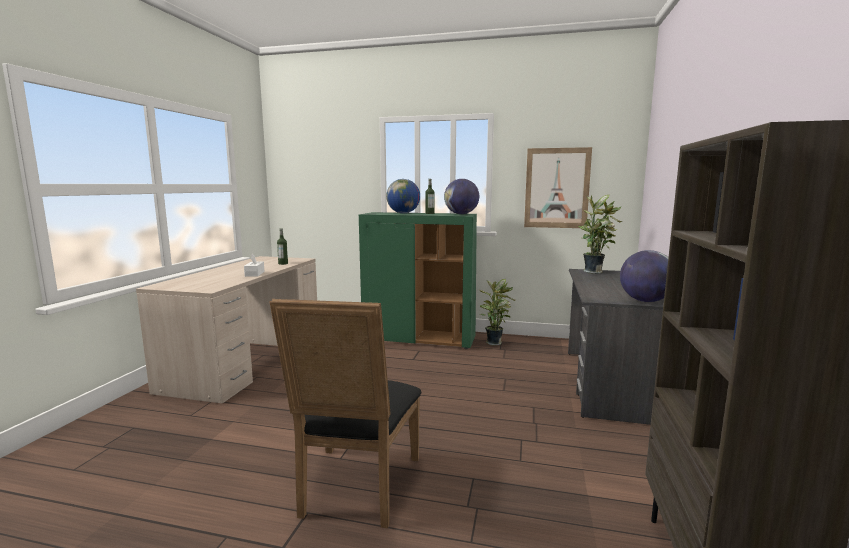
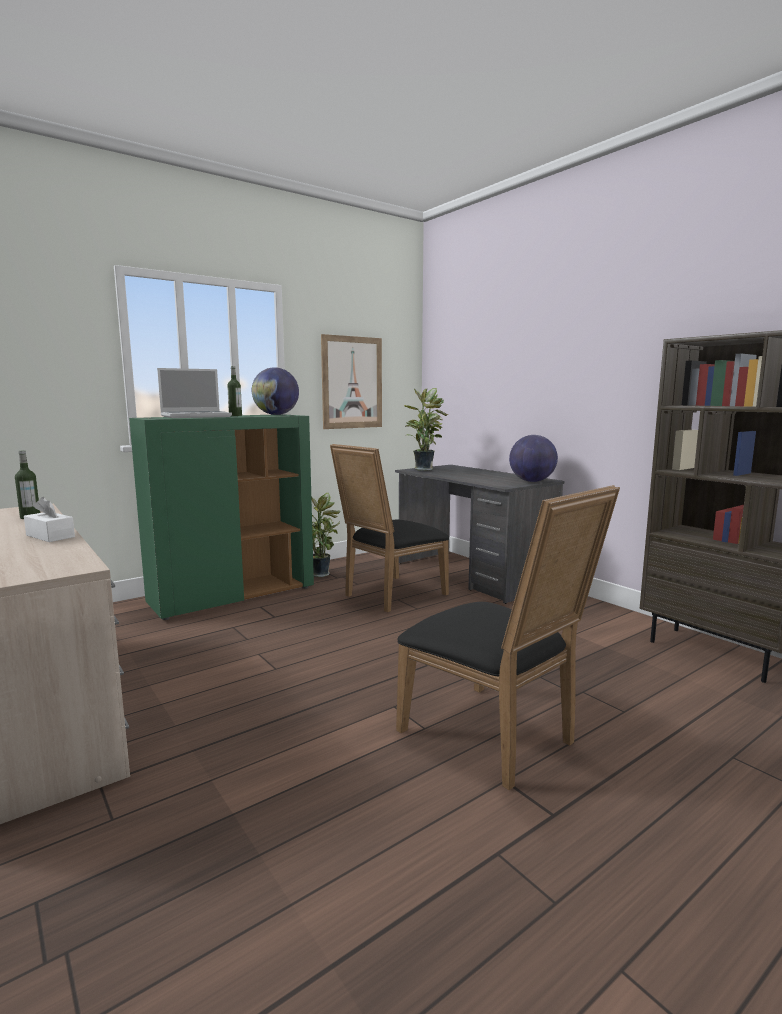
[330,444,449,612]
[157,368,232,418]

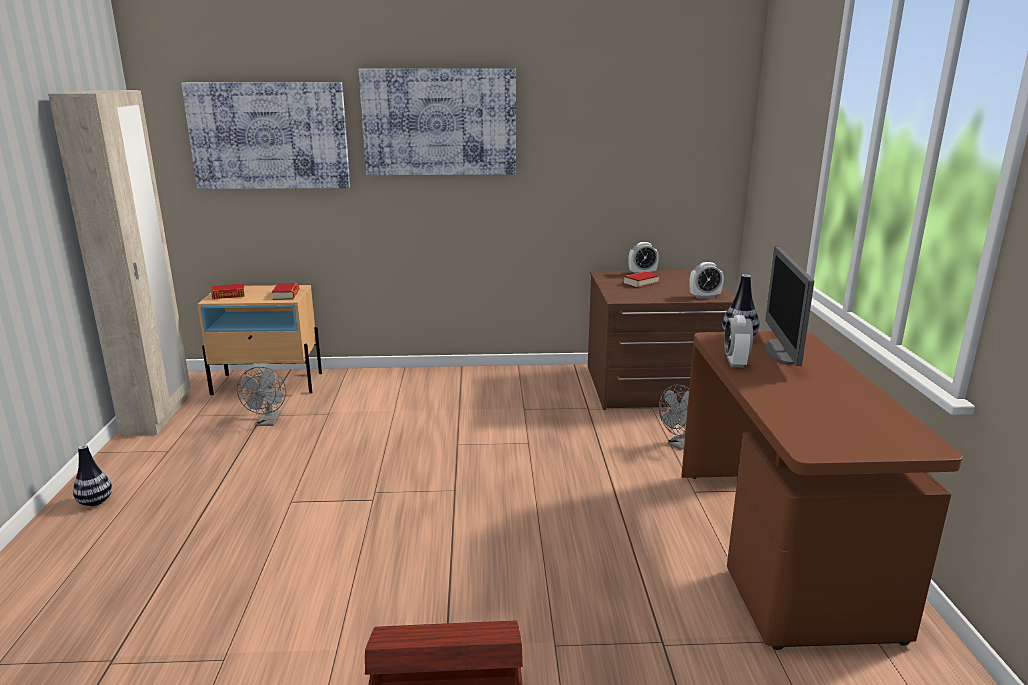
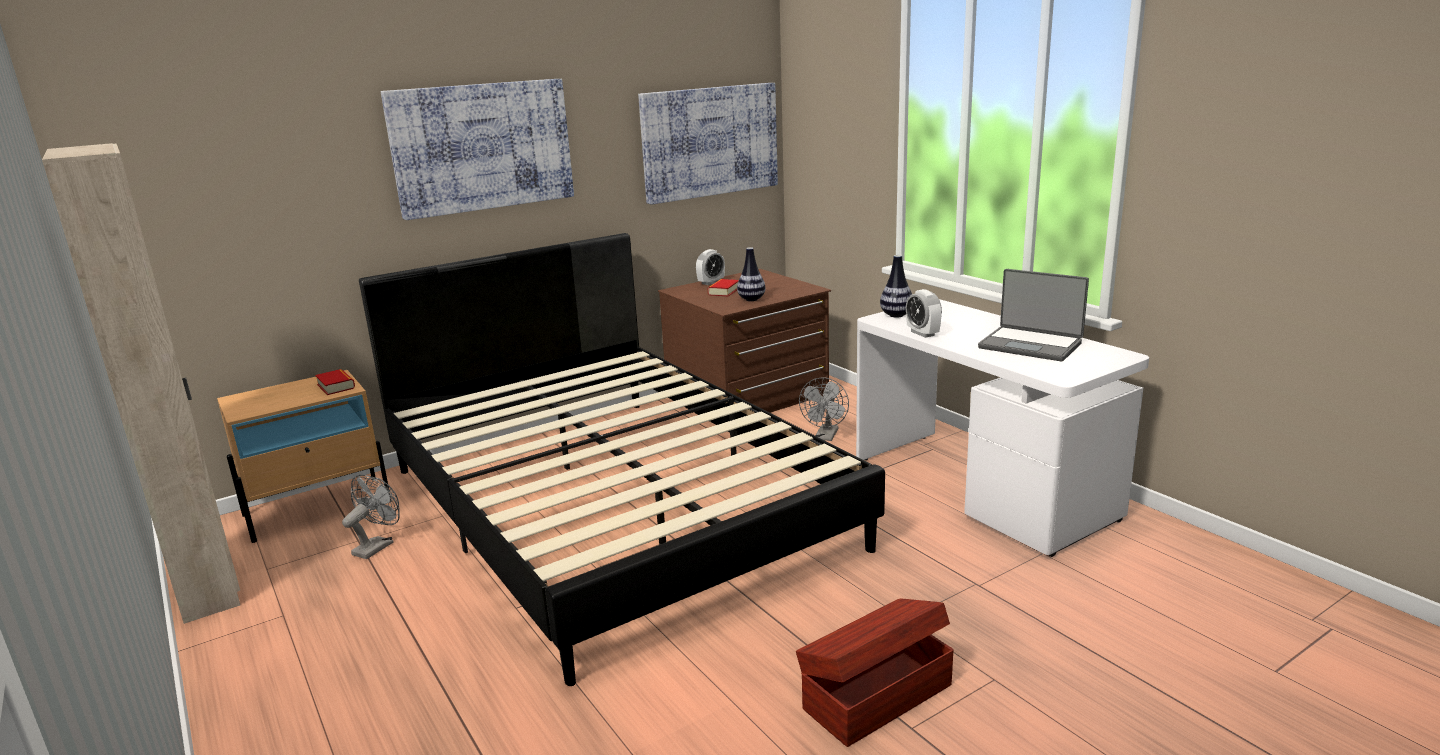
[211,284,245,299] (first image)
[689,262,724,299] (first image)
[765,247,814,366] (first image)
[359,233,885,686]
[978,269,1089,361]
[737,247,766,301]
[638,83,778,204]
[856,299,1149,557]
[342,475,400,559]

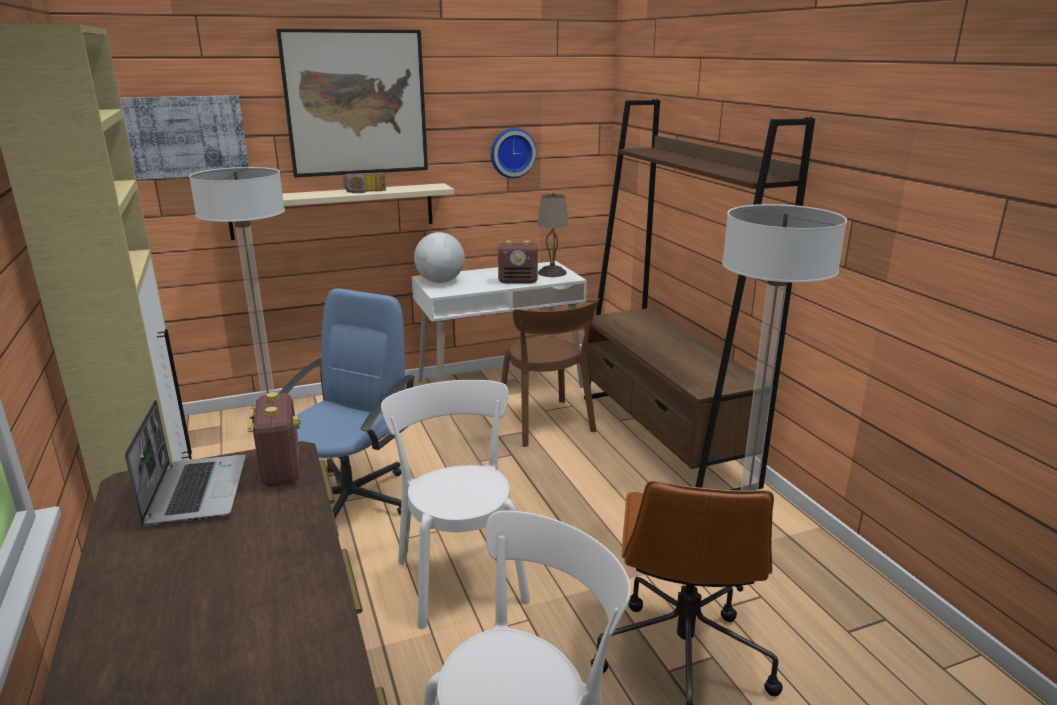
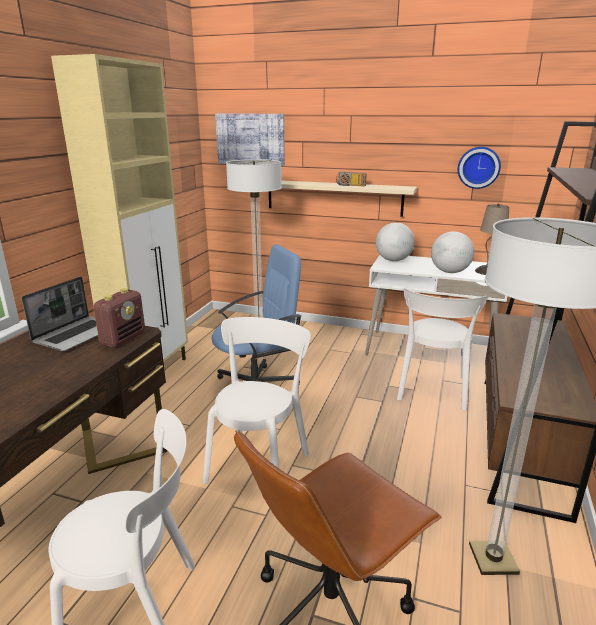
[276,29,428,178] (first image)
[431,231,474,273]
[397,288,487,410]

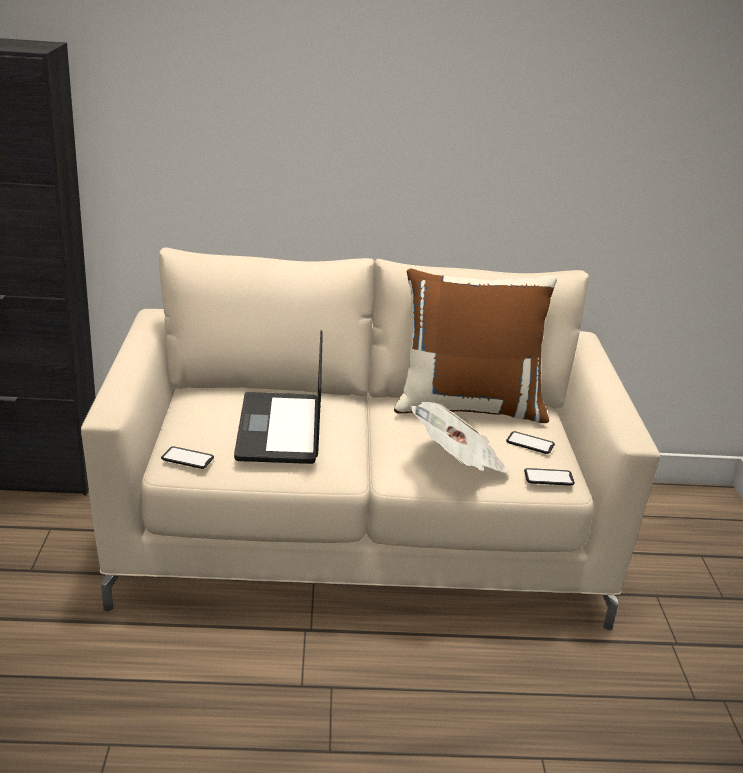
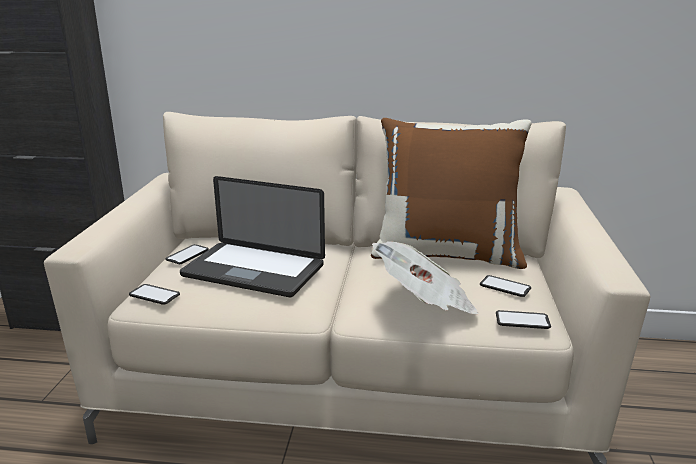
[165,244,209,264]
[180,176,325,297]

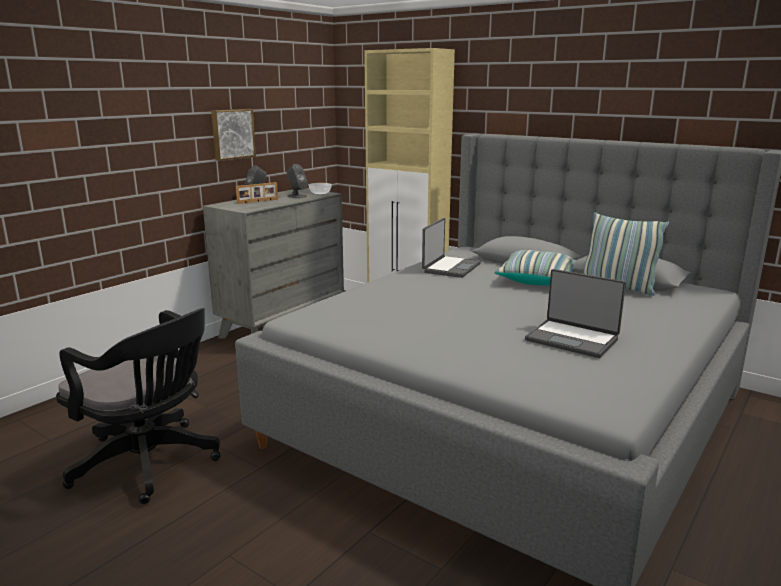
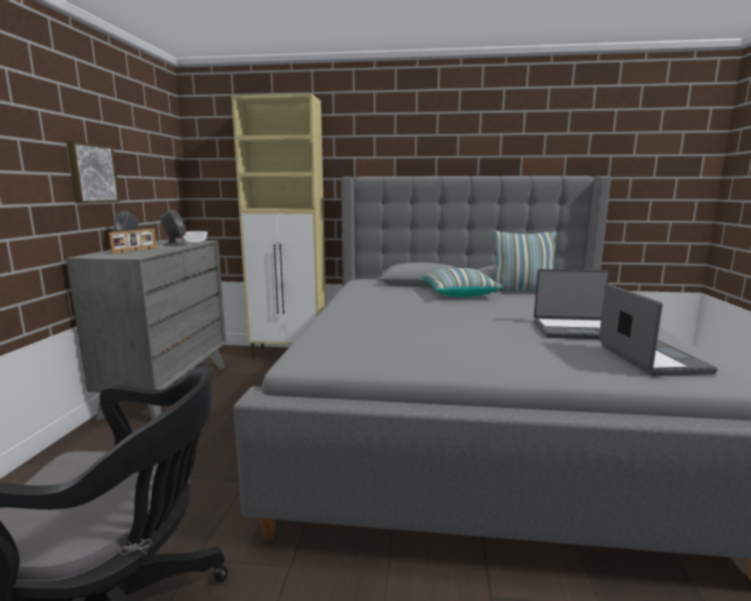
[599,284,718,376]

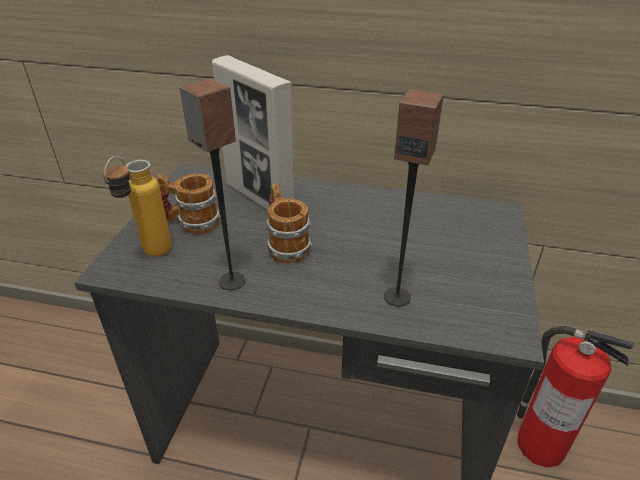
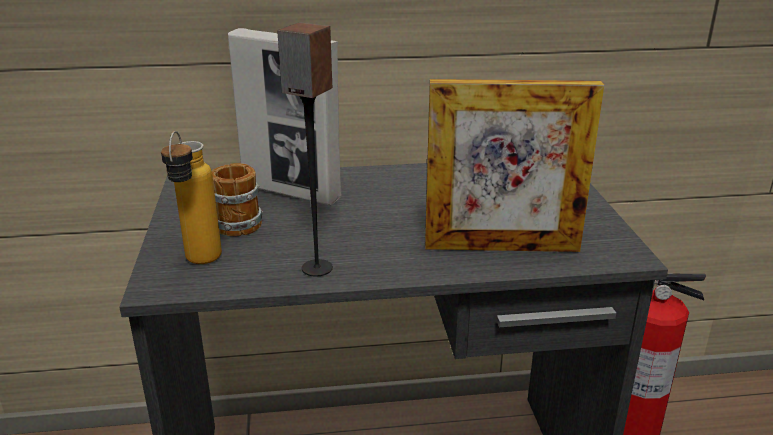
[266,184,312,264] (first image)
[425,79,604,252]

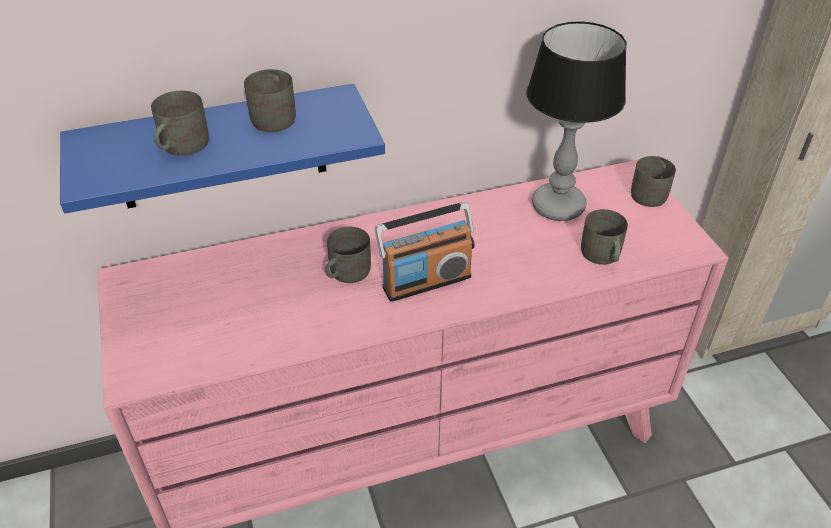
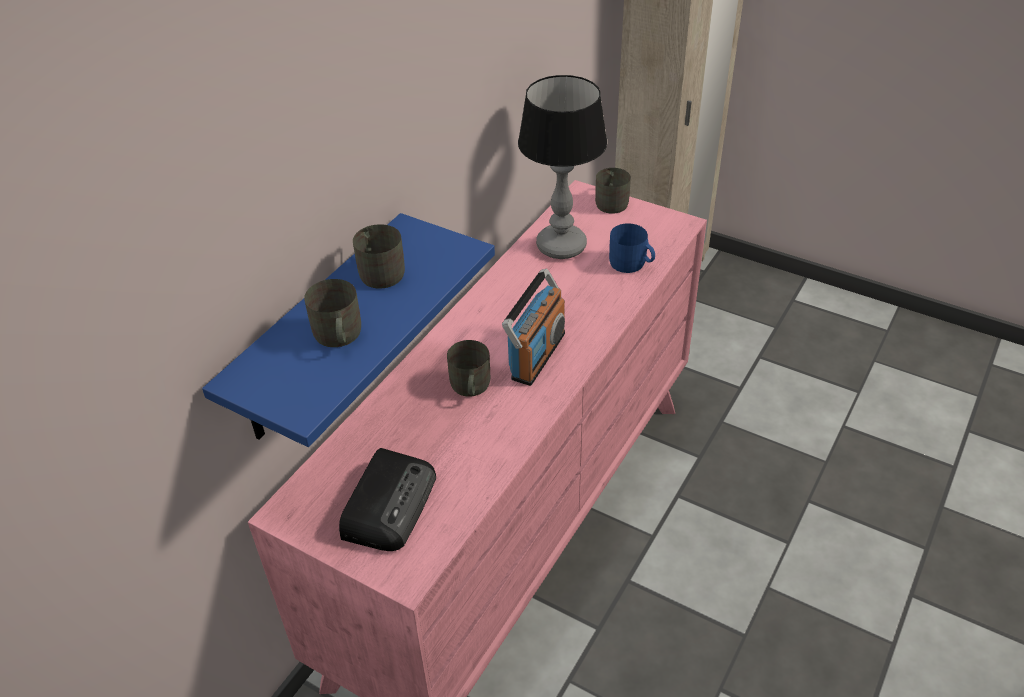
[339,448,436,551]
[609,223,655,273]

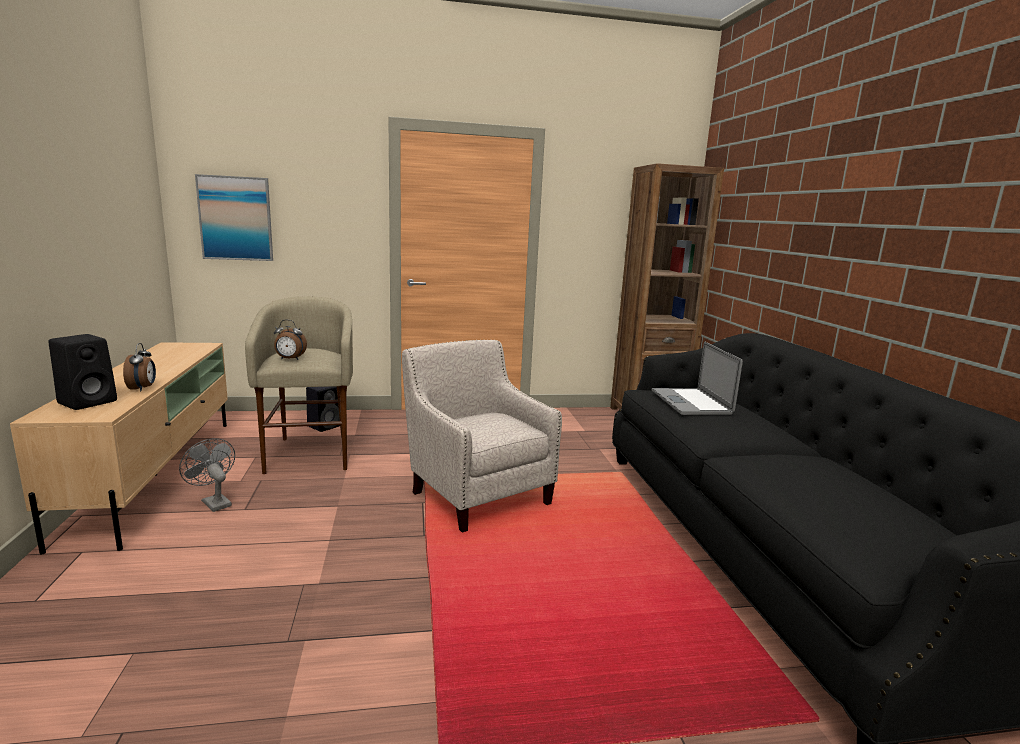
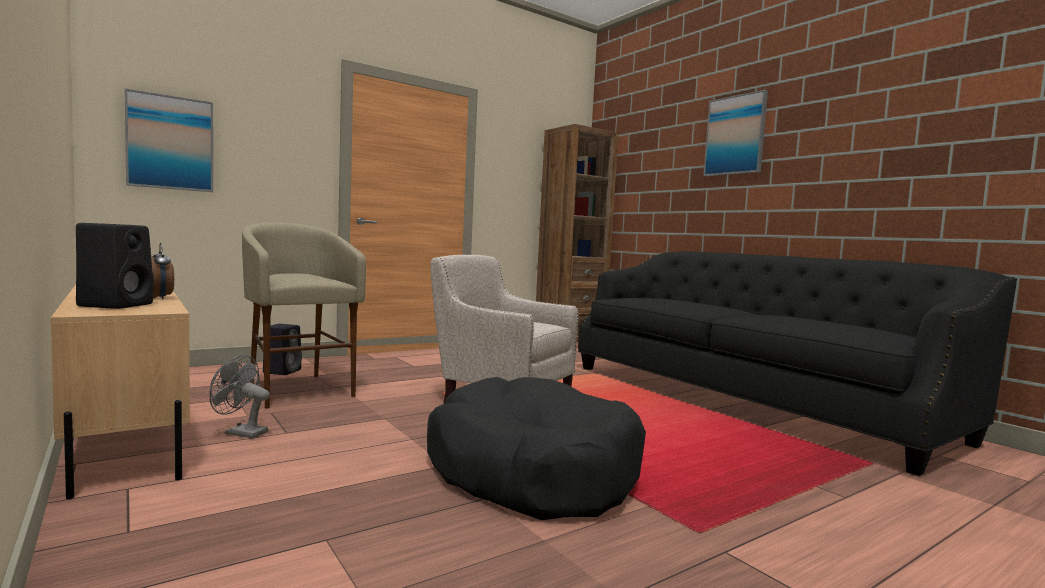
[274,320,307,360] (first image)
[652,342,743,415] (first image)
[427,377,646,520]
[703,90,768,176]

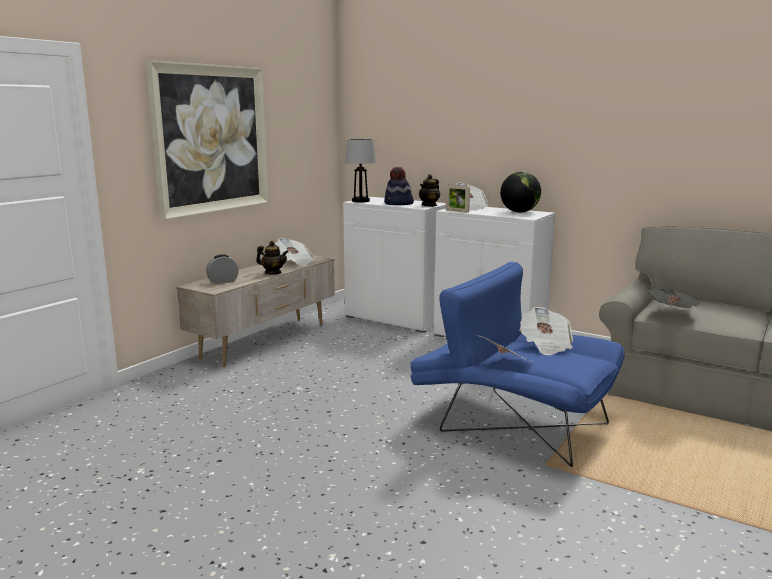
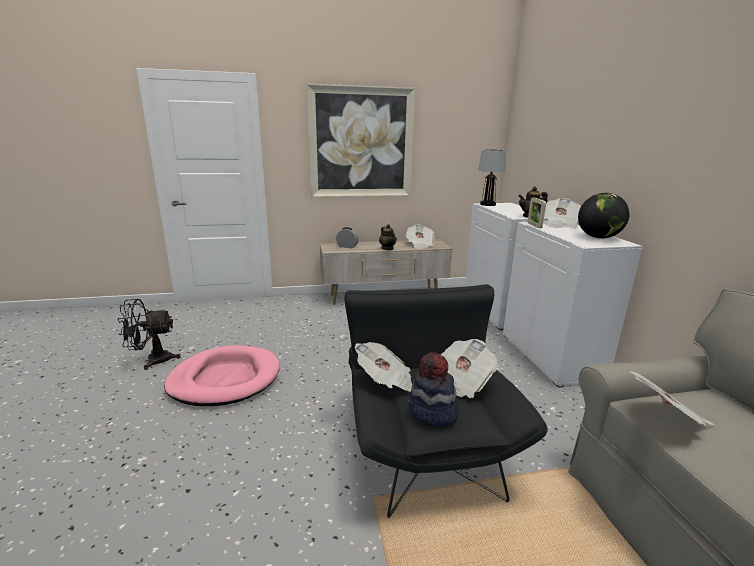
[118,299,181,370]
[164,346,280,406]
[408,352,458,427]
[345,284,548,518]

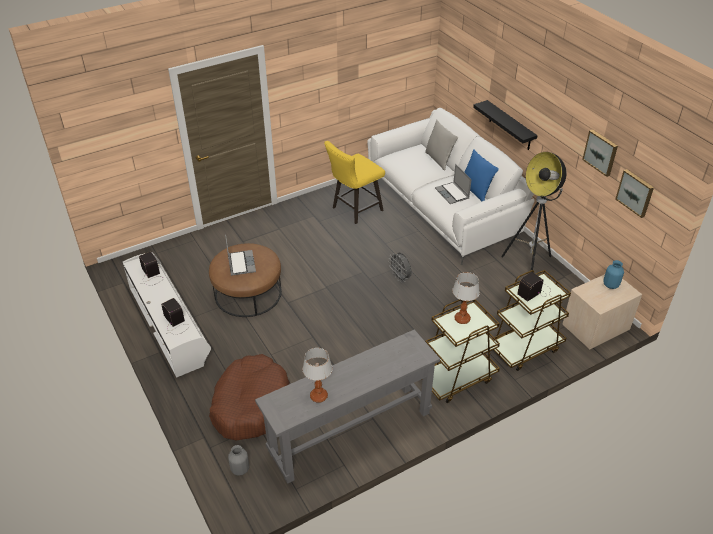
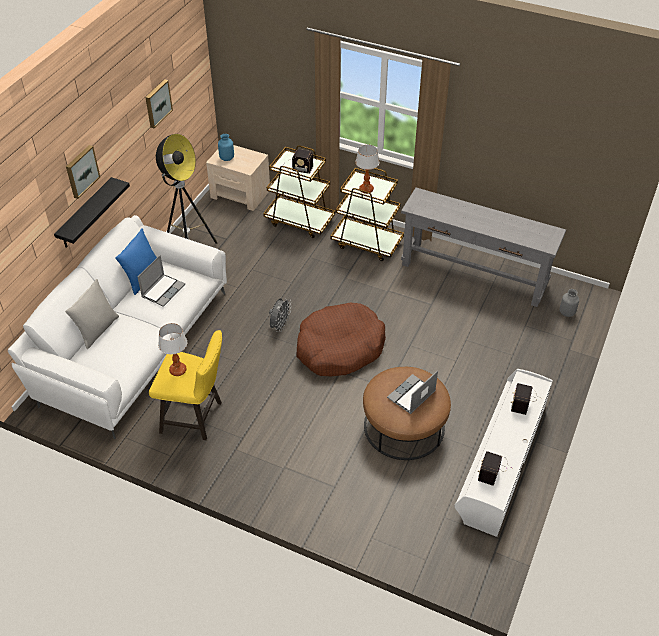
[296,302,386,376]
[158,323,187,376]
[66,145,100,199]

